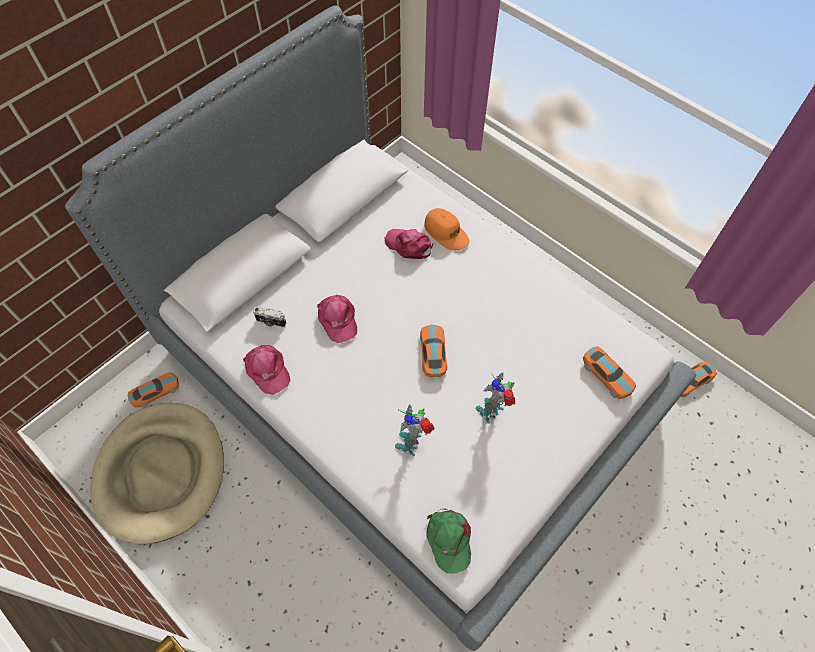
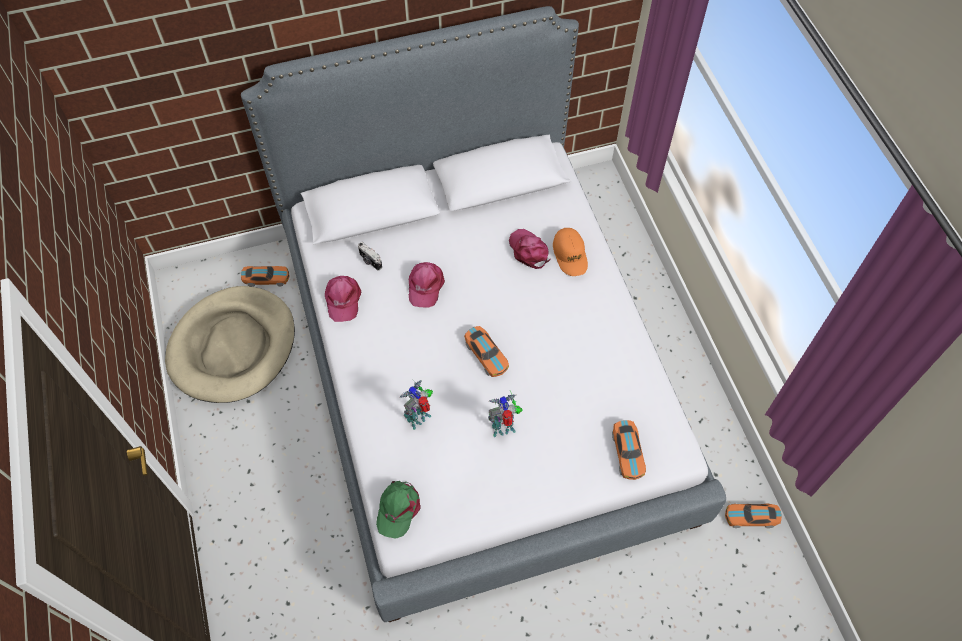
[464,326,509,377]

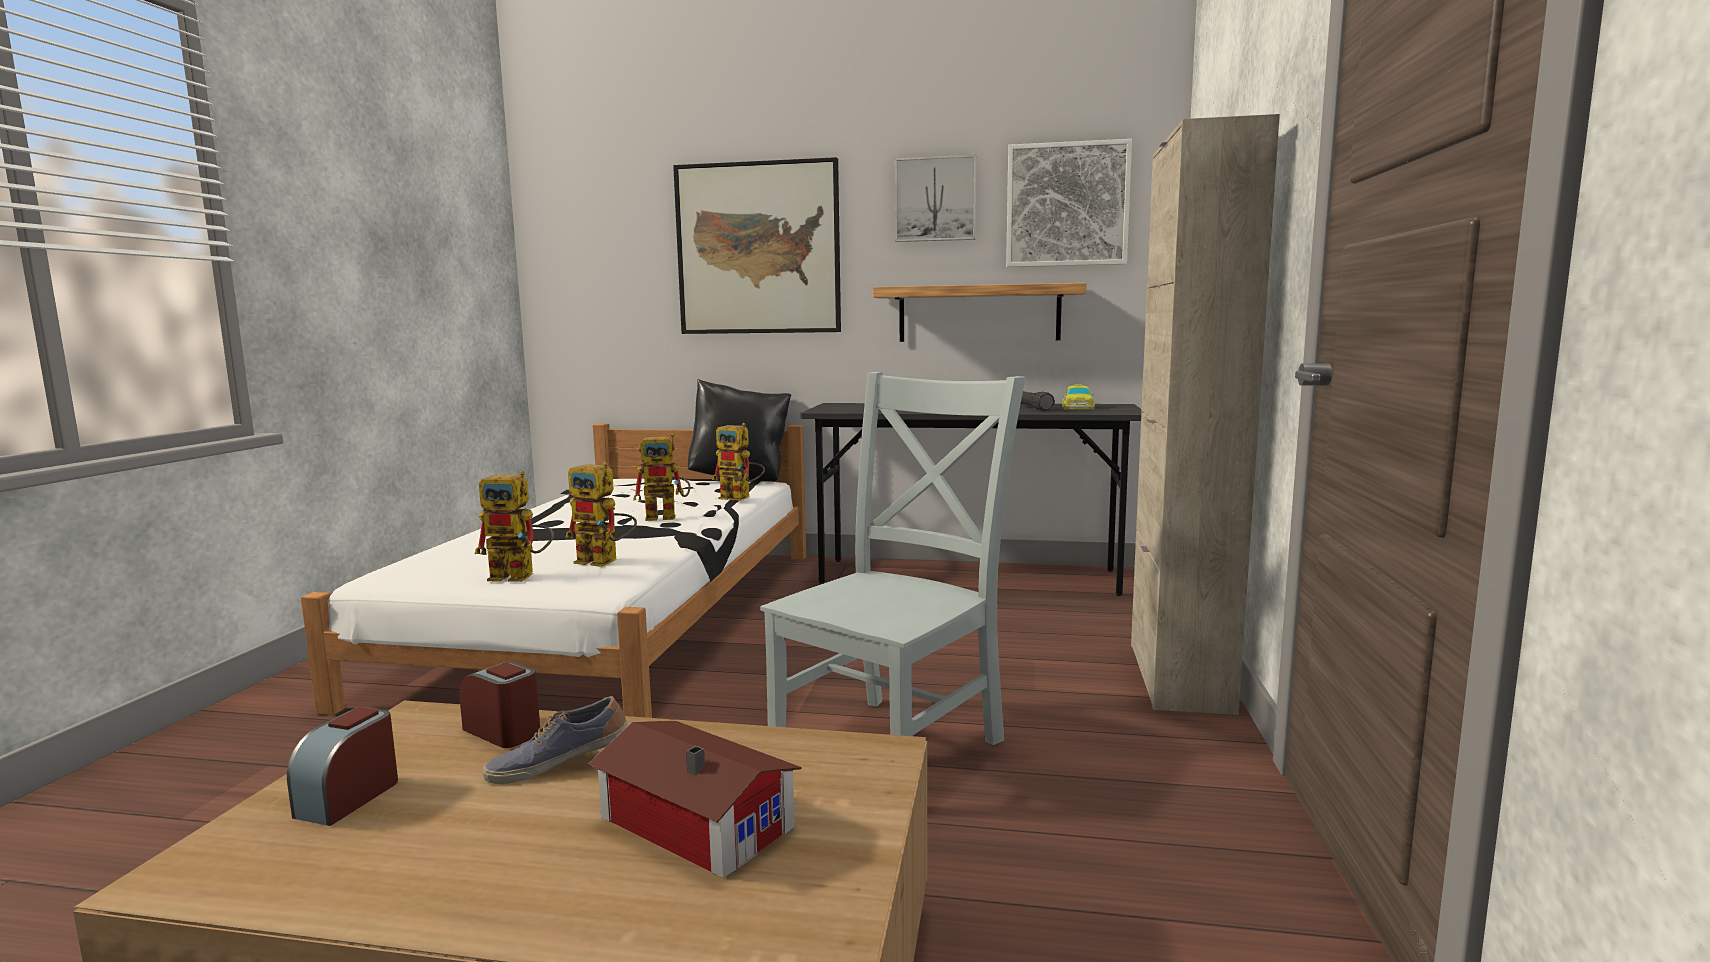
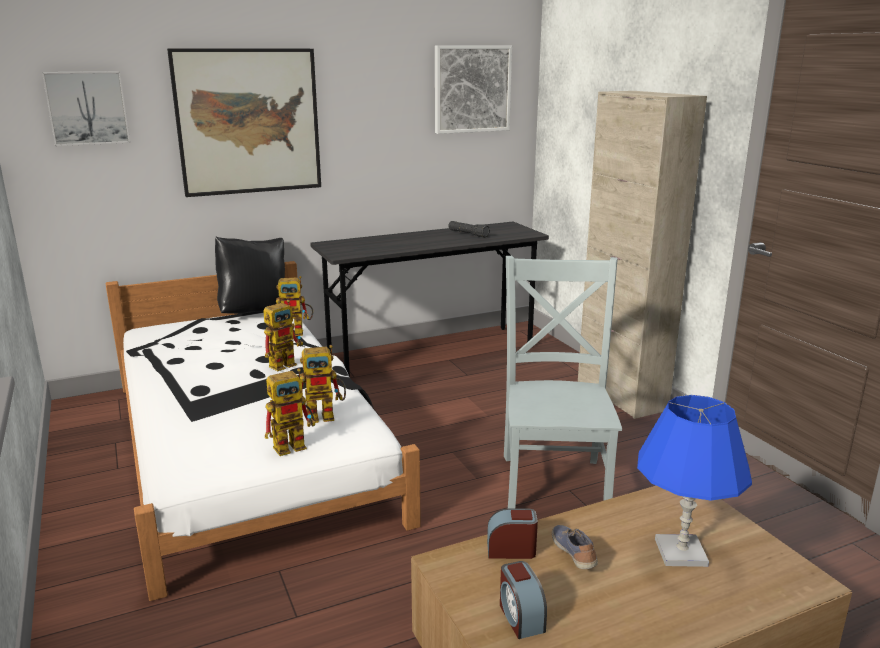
[873,283,1087,342] (first image)
[1062,384,1095,410] (first image)
[42,71,130,146]
[637,395,752,567]
[552,525,598,569]

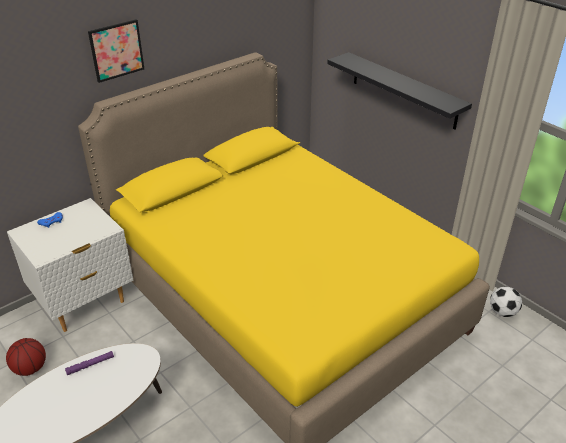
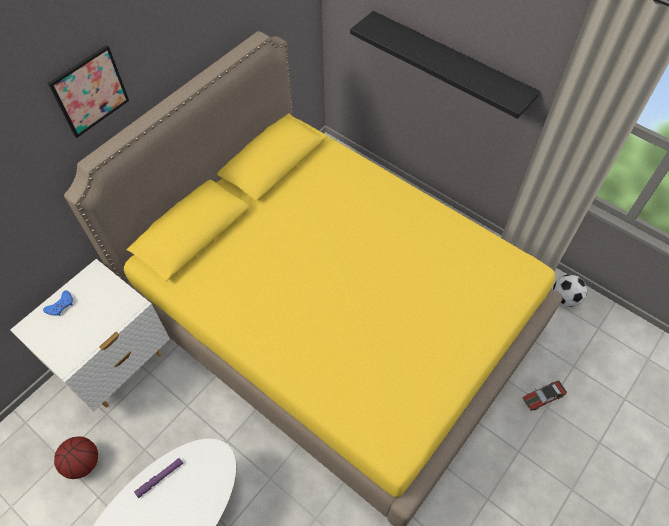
[522,381,567,411]

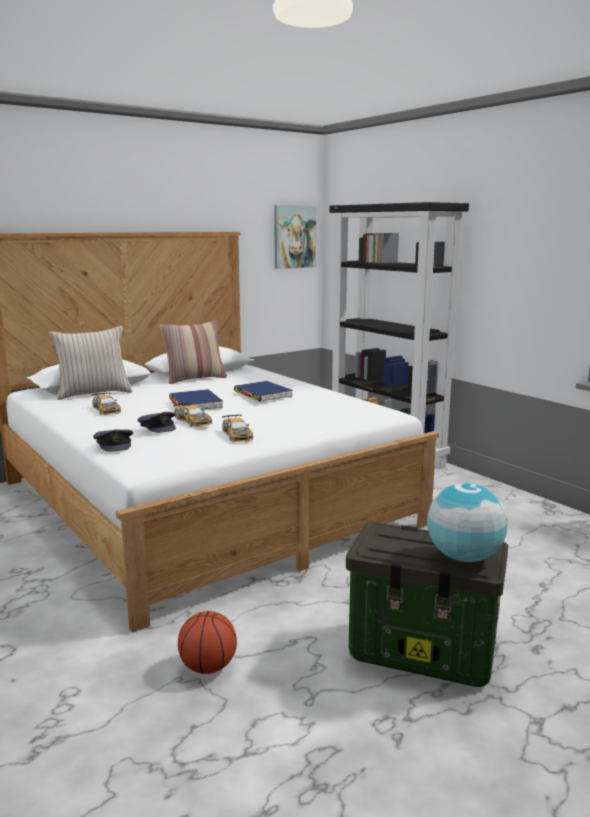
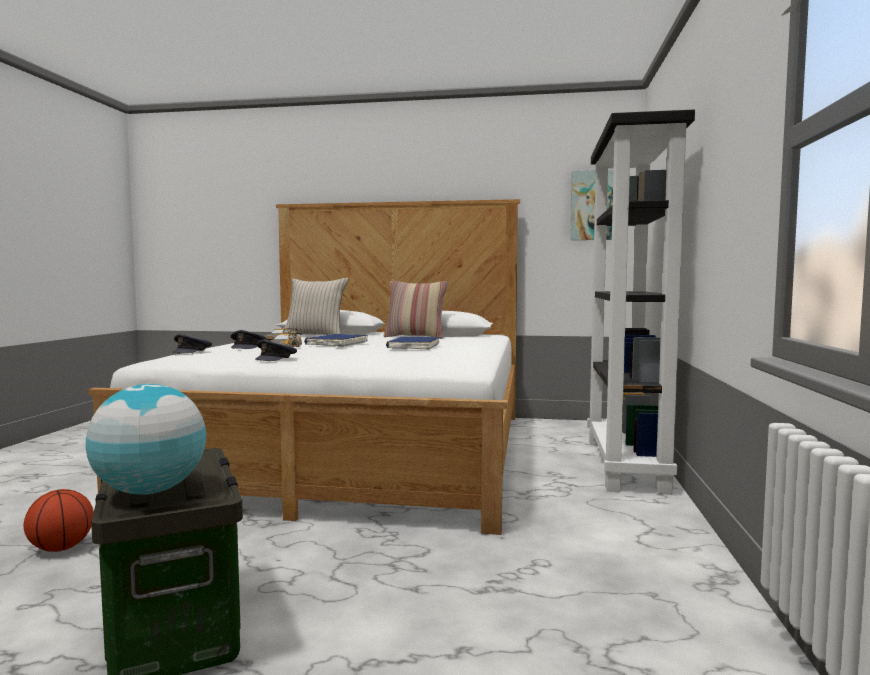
[255,340,297,361]

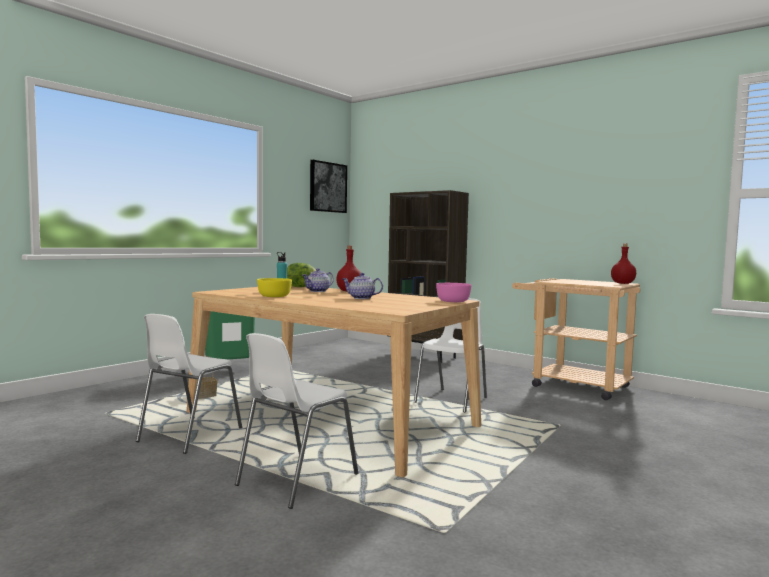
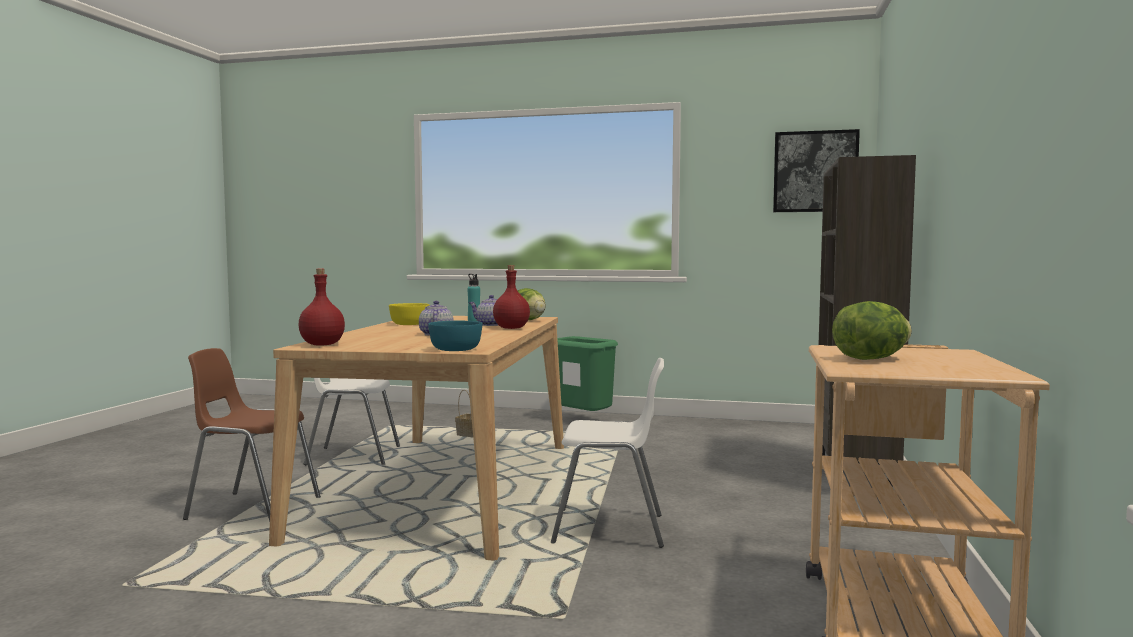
[832,301,912,360]
[299,269,345,346]
[183,348,320,522]
[428,321,482,351]

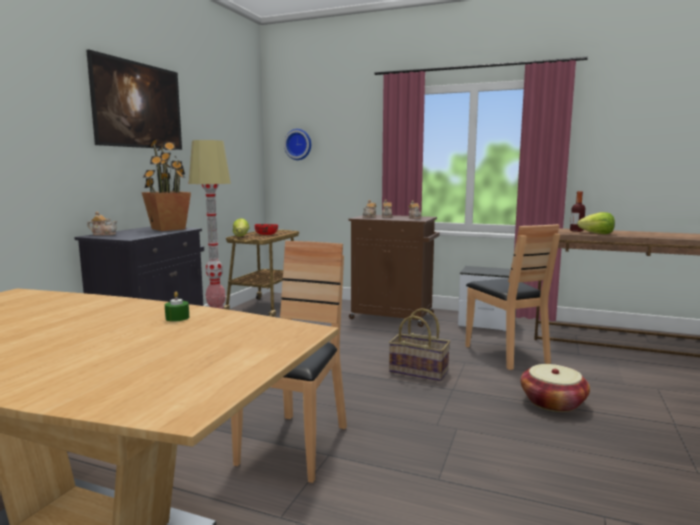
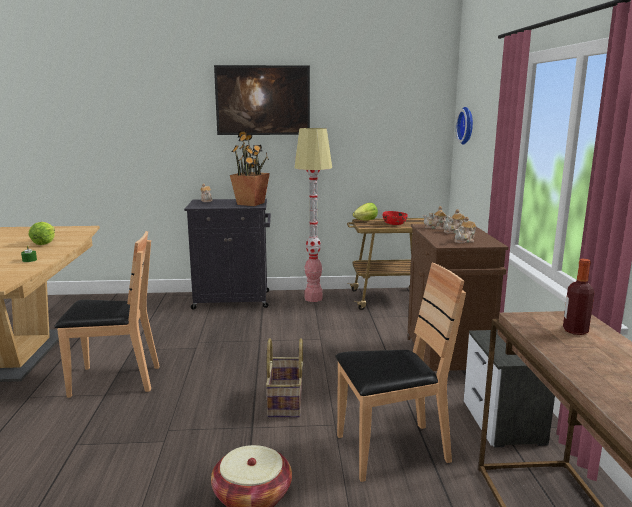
[29,222,55,245]
[335,263,466,482]

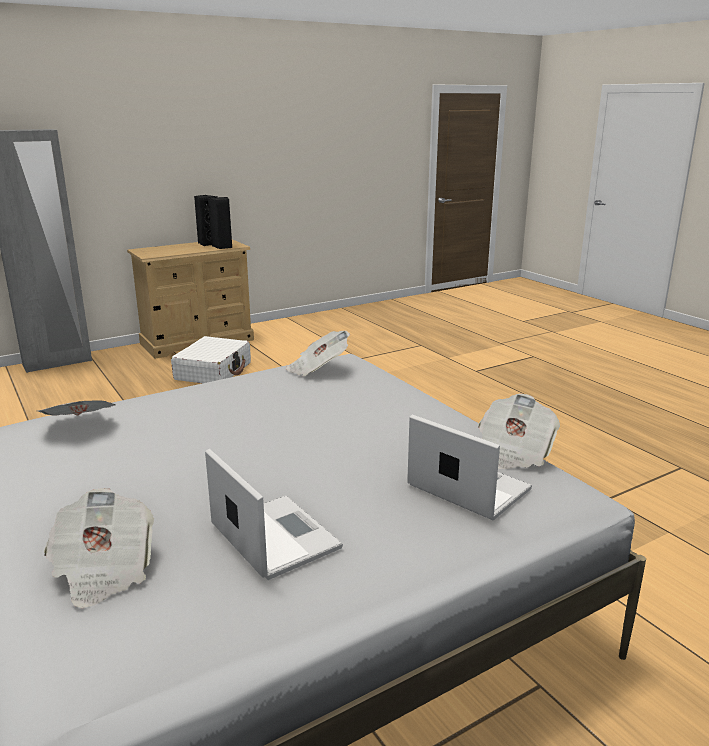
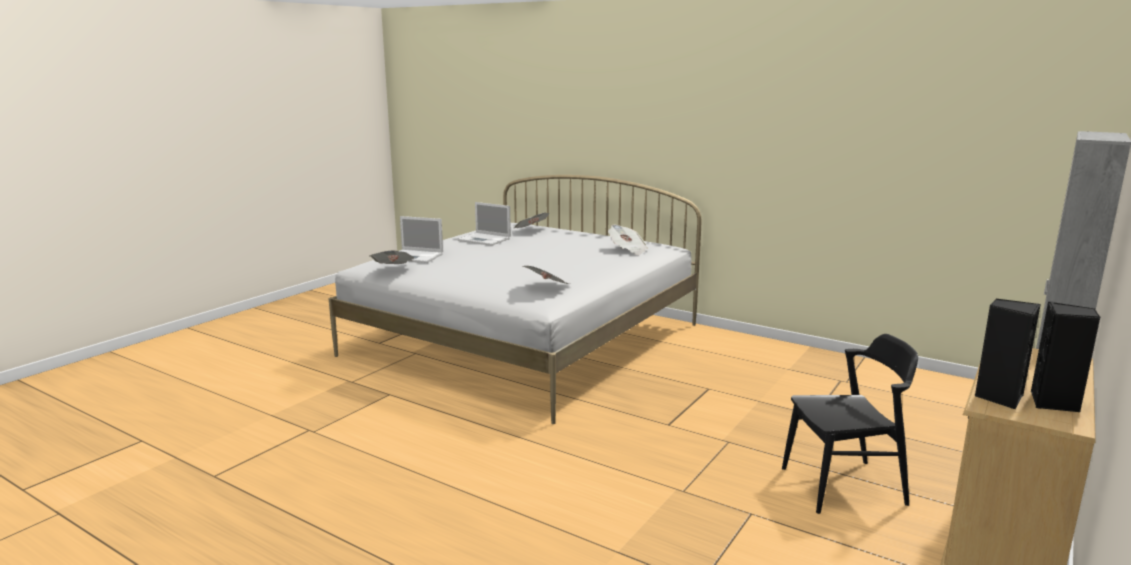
[782,334,918,514]

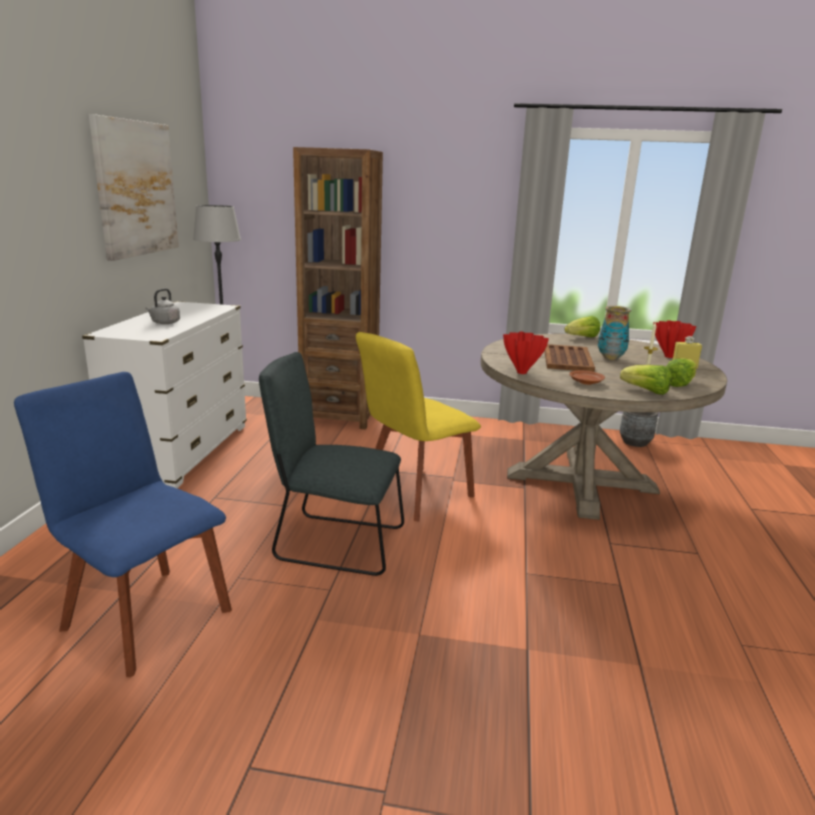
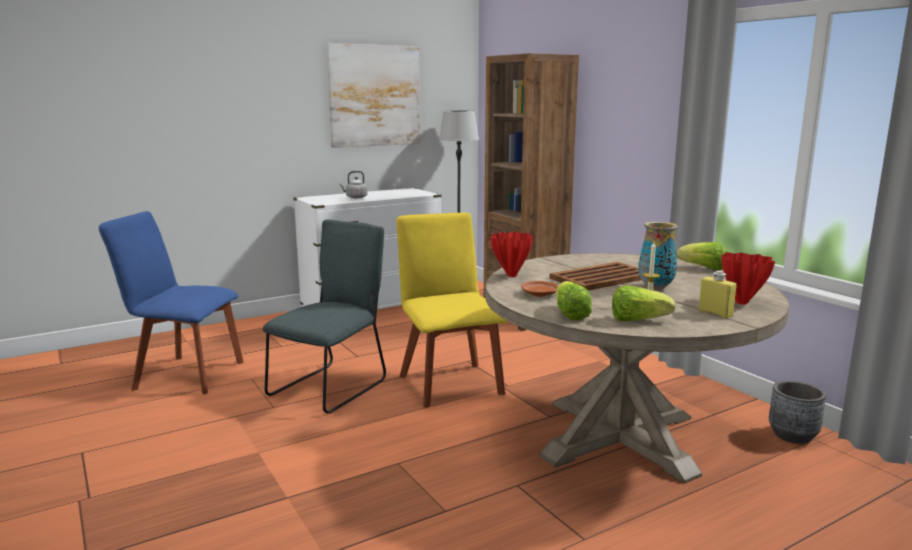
[99,211,243,394]
[263,219,386,414]
[396,212,507,408]

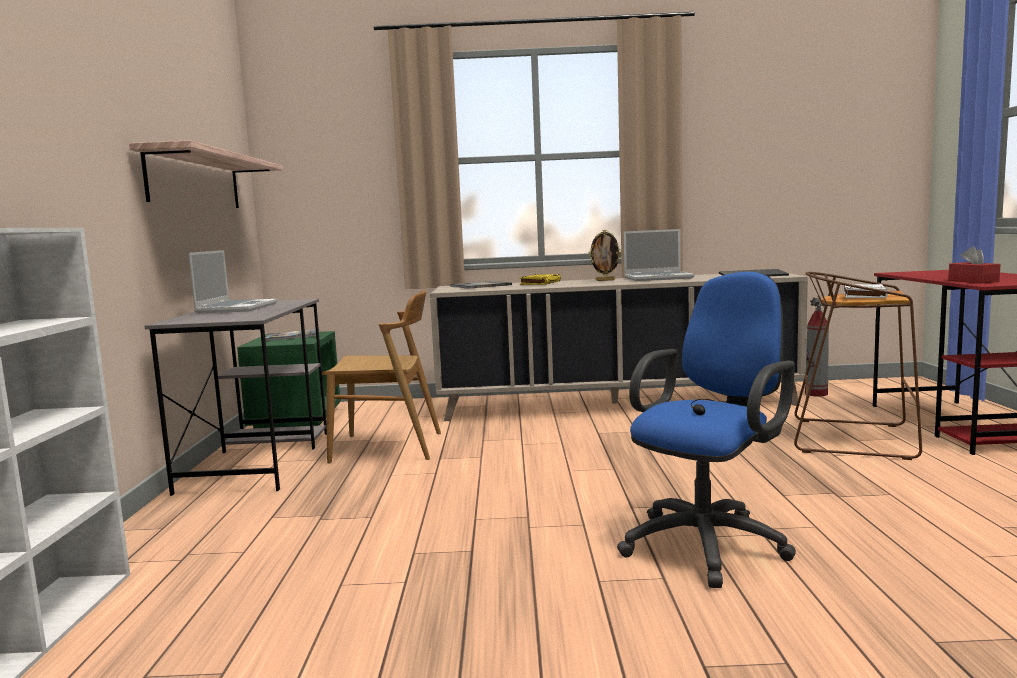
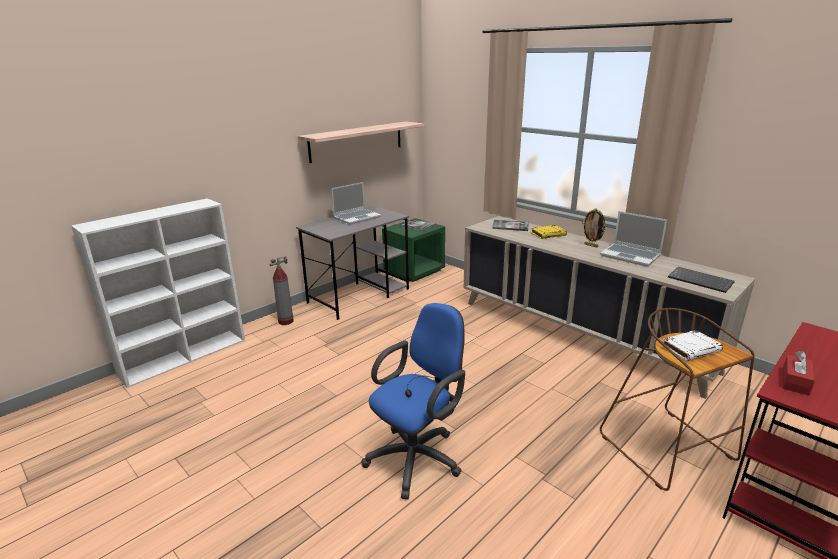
[322,290,441,464] (first image)
[270,256,294,325]
[361,303,465,500]

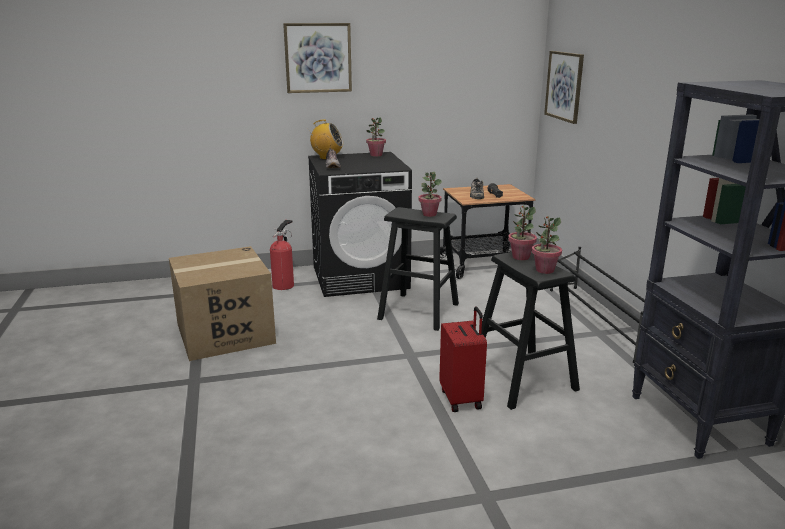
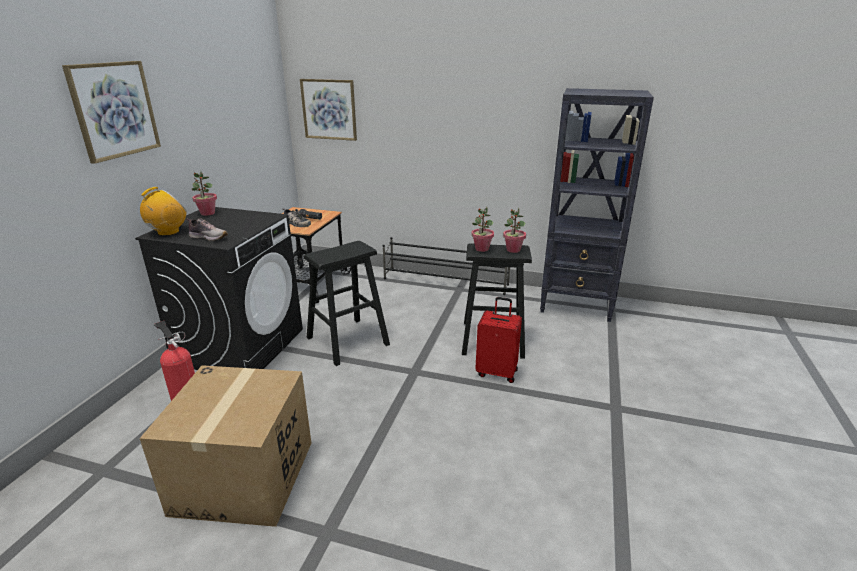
[418,172,442,217] (first image)

